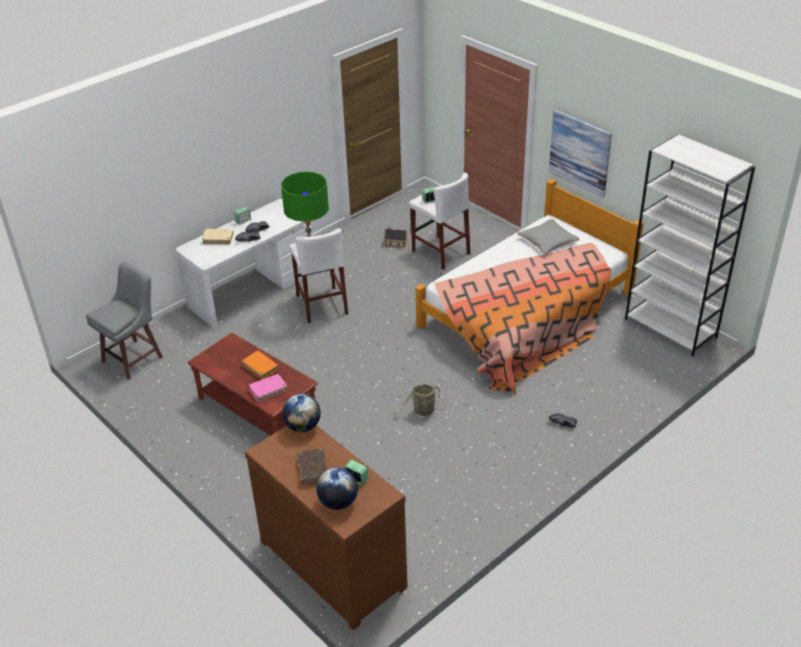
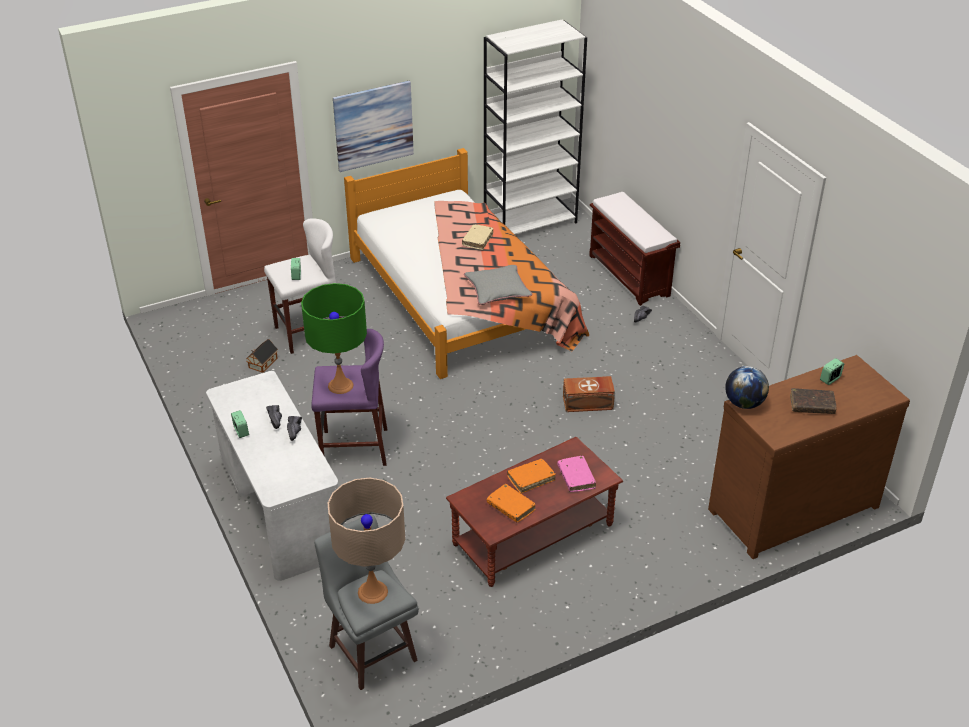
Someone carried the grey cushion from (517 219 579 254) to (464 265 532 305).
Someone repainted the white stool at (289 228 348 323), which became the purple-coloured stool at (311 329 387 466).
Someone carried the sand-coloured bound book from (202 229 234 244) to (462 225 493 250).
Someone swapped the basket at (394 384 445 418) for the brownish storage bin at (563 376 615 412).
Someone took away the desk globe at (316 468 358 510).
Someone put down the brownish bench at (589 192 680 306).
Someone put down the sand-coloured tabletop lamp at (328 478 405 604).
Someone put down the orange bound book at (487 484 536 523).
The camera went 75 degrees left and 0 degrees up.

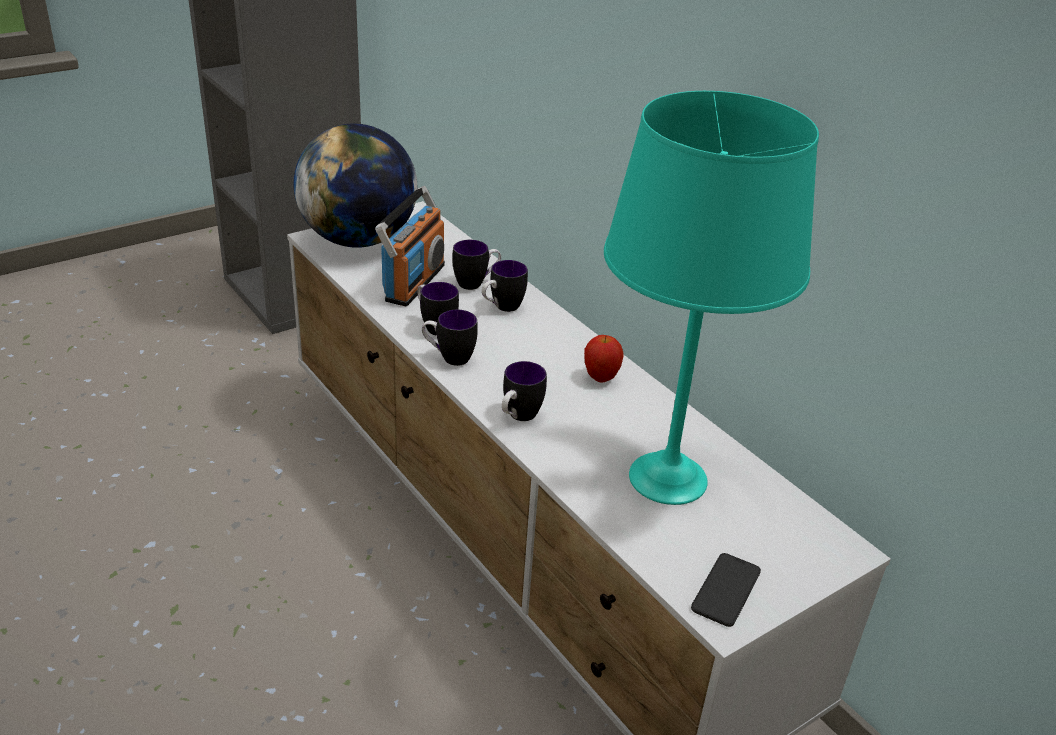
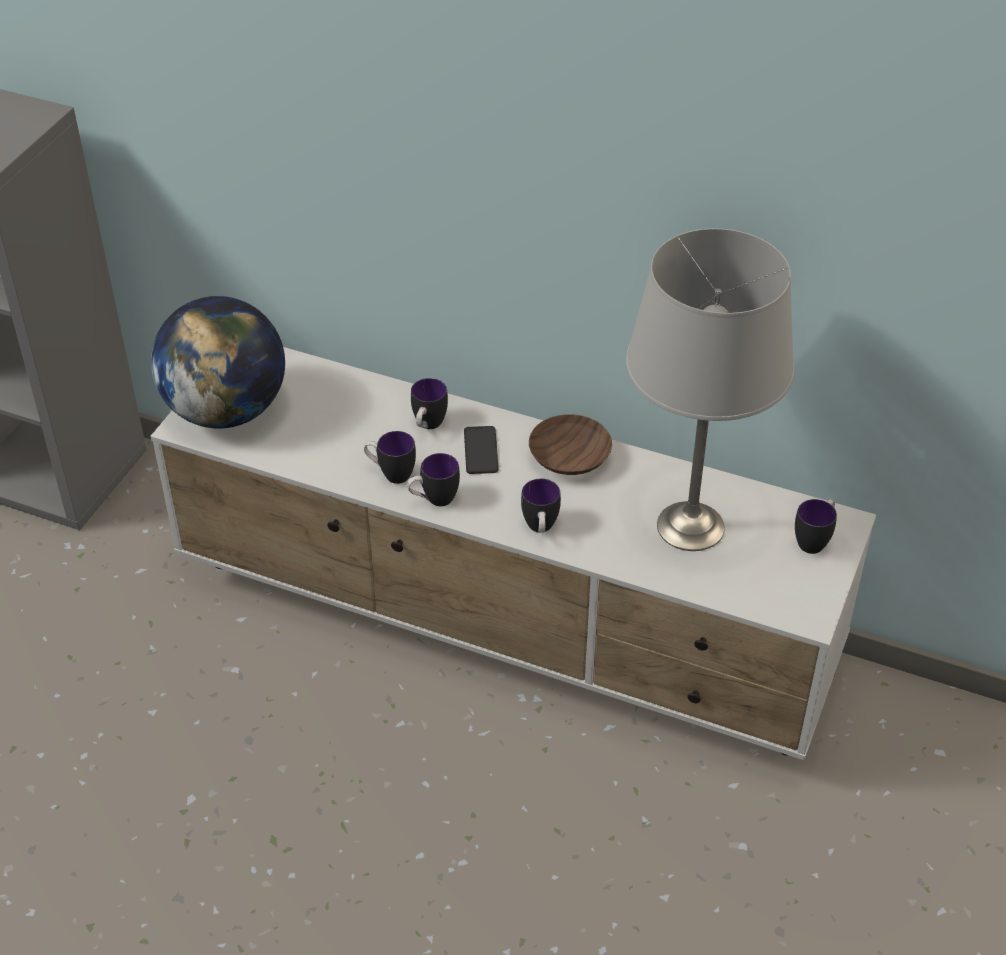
Someone repainted the turquoise tabletop lamp at (604 91 819 505), which became the grey tabletop lamp at (626 228 794 551).
Someone took away the radio set at (375 186 445 306).
Someone carried the mug from (452 240 501 290) to (795 499 837 554).
Someone swapped the apple at (584 335 623 383) for the brownish bowl at (529 414 612 475).
Someone carried the telephone from (691 553 761 627) to (464 426 499 474).
The camera went 30 degrees left and 10 degrees up.

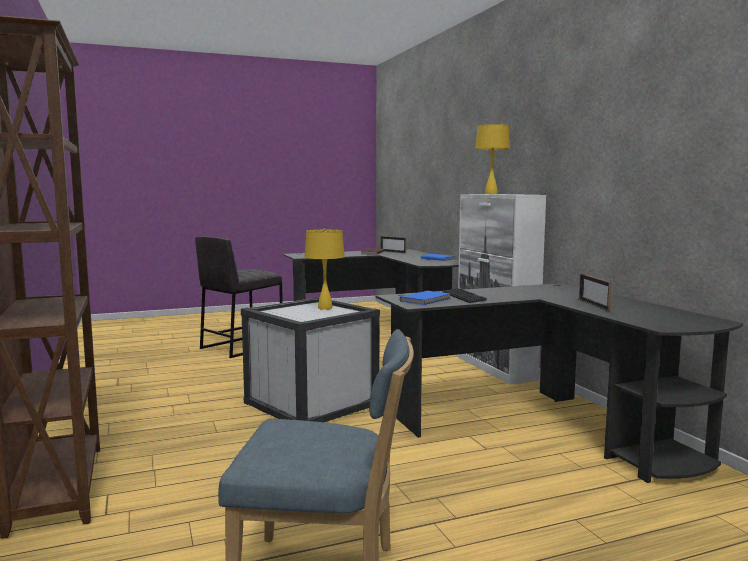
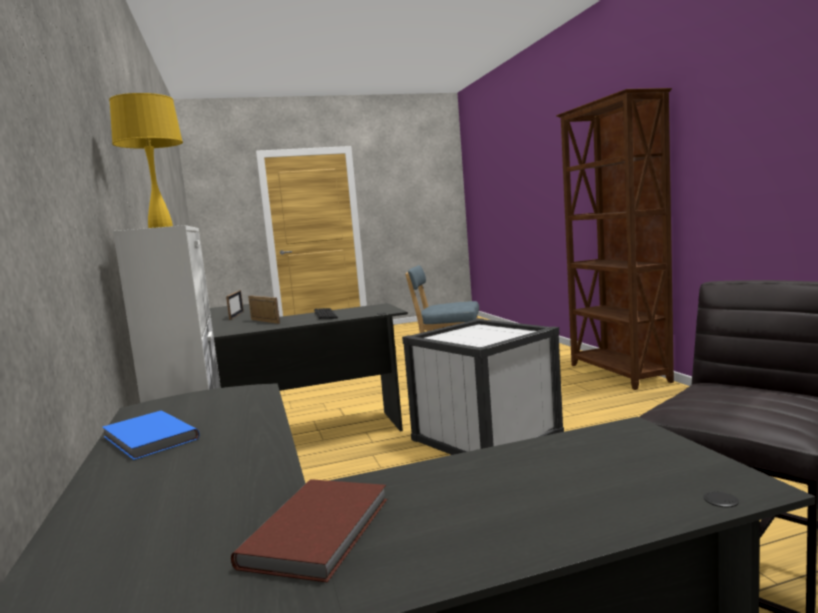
Someone took away the yellow tabletop lamp at (304 229 345 310).
Someone carried the picture frame from (380 236 406 254) to (248 295 280 324).
Someone took away the bluish bound book at (400 291 450 305).
The camera went 175 degrees left and 0 degrees up.

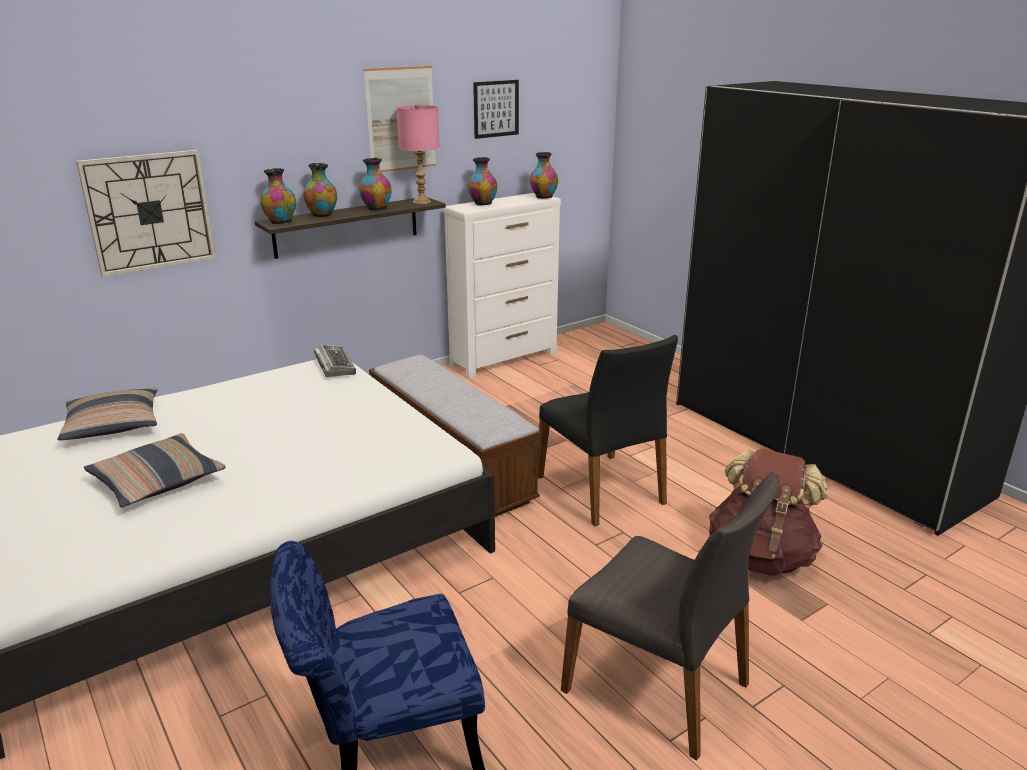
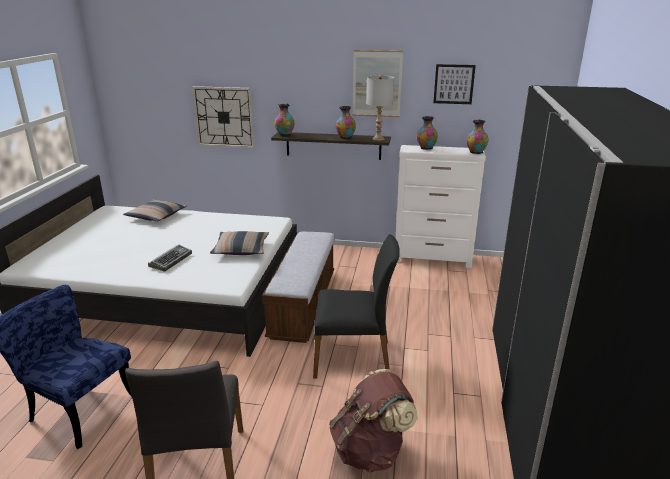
Someone repainted the pink-coloured tabletop lamp at (397 103 440 204), which became the grey tabletop lamp at (366 75 394 141).
Someone took away the decorative vase at (303 163 337 217).
Someone rotated the black upright chair at (538 335 678 527) by 105 degrees counterclockwise.
Someone carried the PC keyboard from (314 345 356 377) to (148 245 192 272).
Someone carried the cushion from (84 433 226 508) to (210 231 269 255).
The camera went 45 degrees right and 0 degrees up.

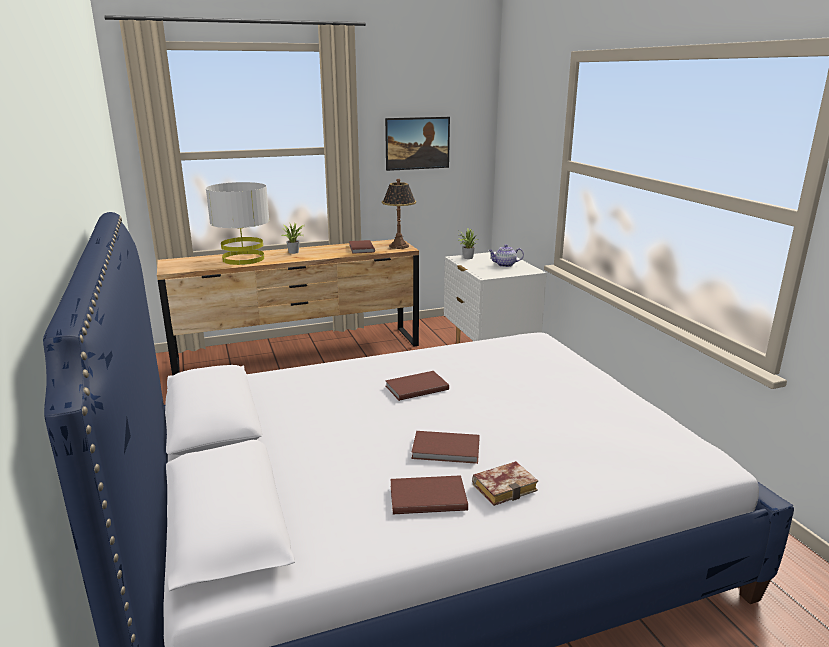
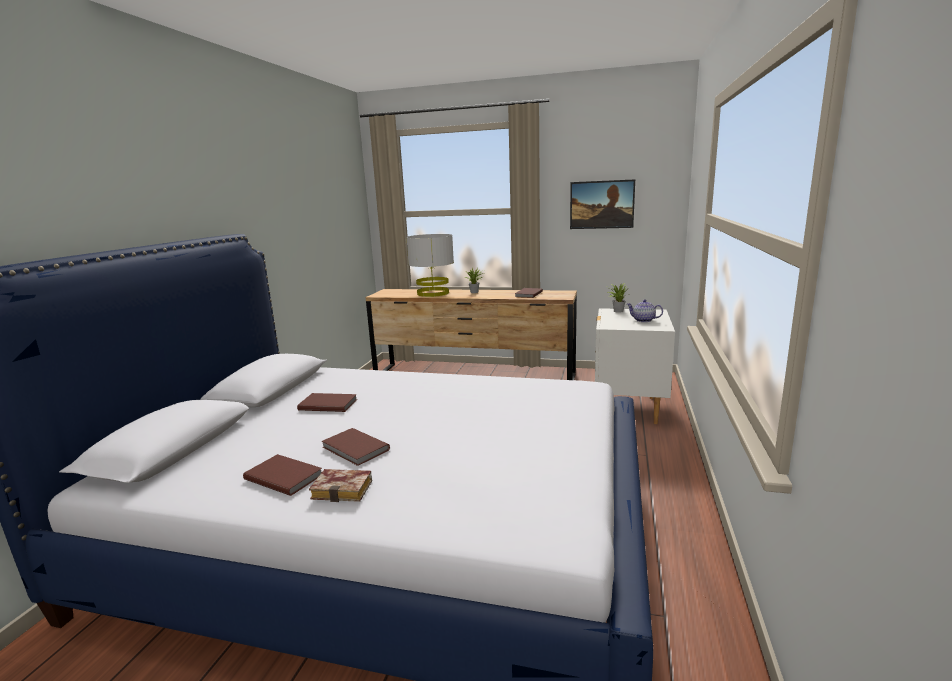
Someone took away the tabletop lamp at (382 179 416 249).
Someone carried the brownish bound book from (385 371 449 401) to (297 393 357 412).
The camera went 35 degrees right and 5 degrees down.

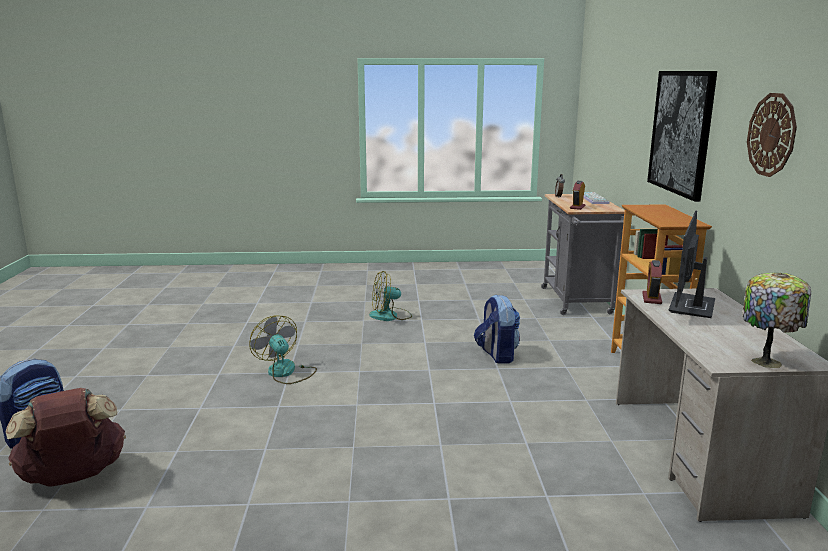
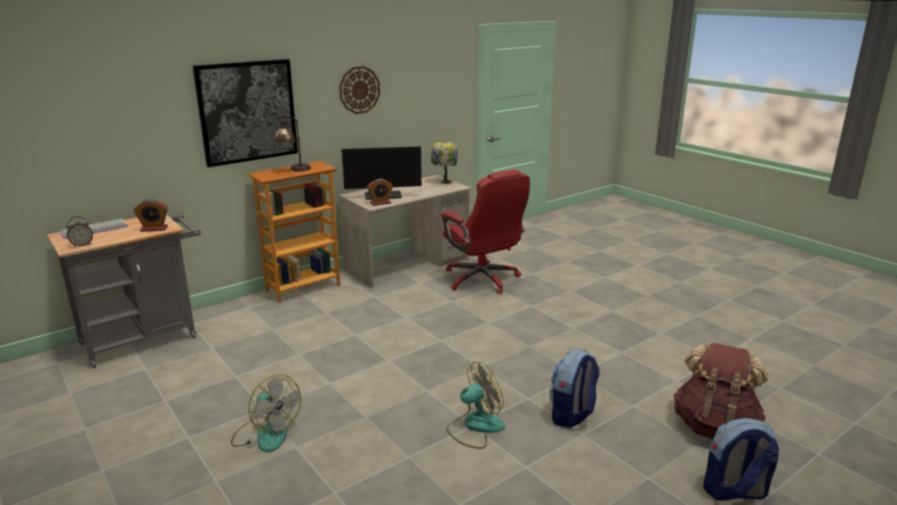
Someone carried the backpack from (474 294 520 364) to (549 349 600 428).
Someone rotated the fan at (249 316 317 384) by 135 degrees counterclockwise.
Someone put down the tabletop lamp at (274 114 311 171).
Someone put down the red-coloured office chair at (441 170 530 294).
The camera went 125 degrees left and 5 degrees up.

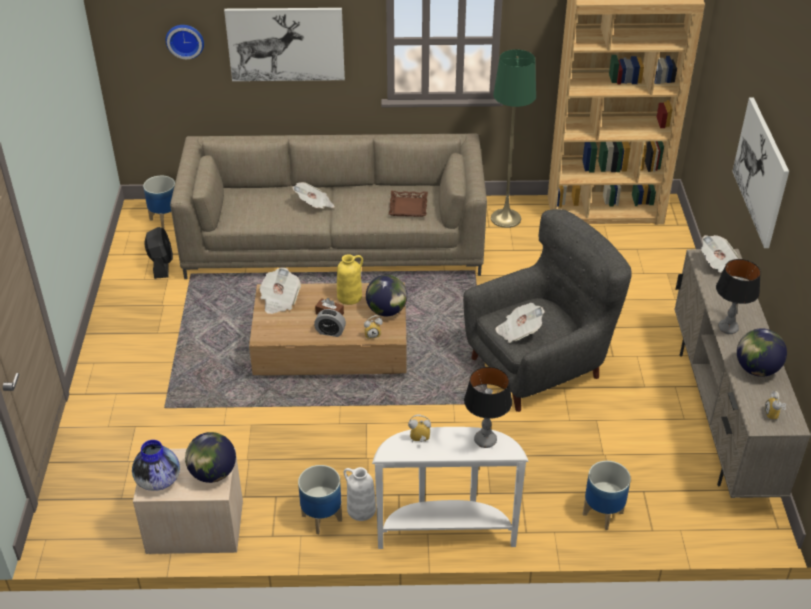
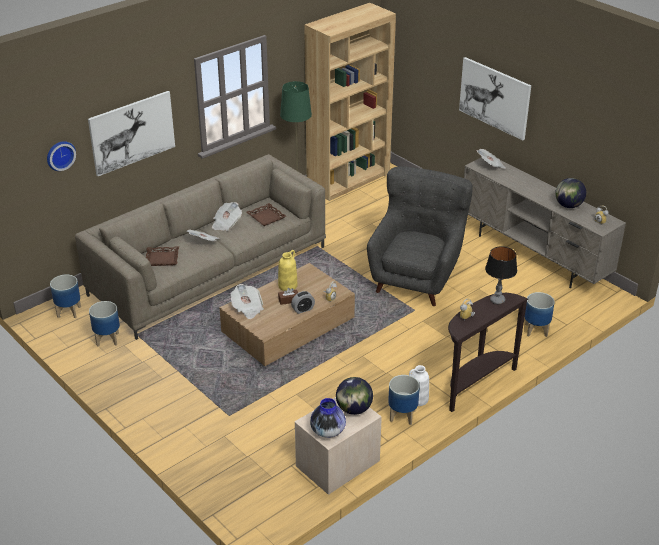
Someone swapped the black fan at (145 227 173 279) for the plant pot at (89 301 120 346).
Someone took away the tabletop lamp at (716 259 761 334).
Someone took away the desk globe at (366 275 407 316).
Someone carried the newspaper from (495 303 545 343) to (212 202 242 231).
Someone repainted the white narrow table at (372 427 529 549), which became the brownish narrow table at (448 293 528 412).
Someone put down the brownish tray at (146 246 179 266).
The camera went 40 degrees left and 5 degrees down.

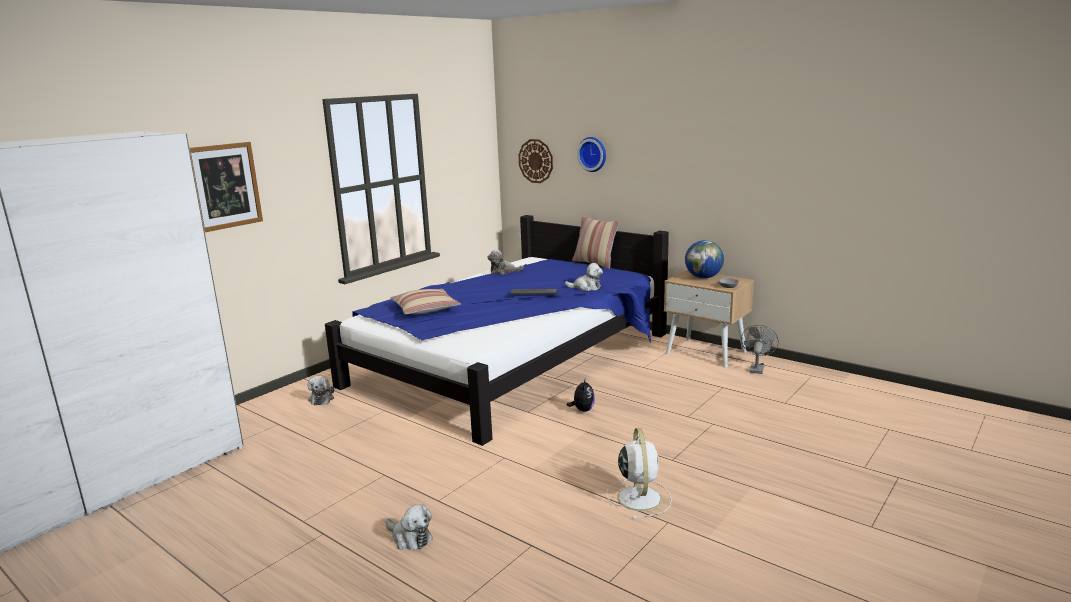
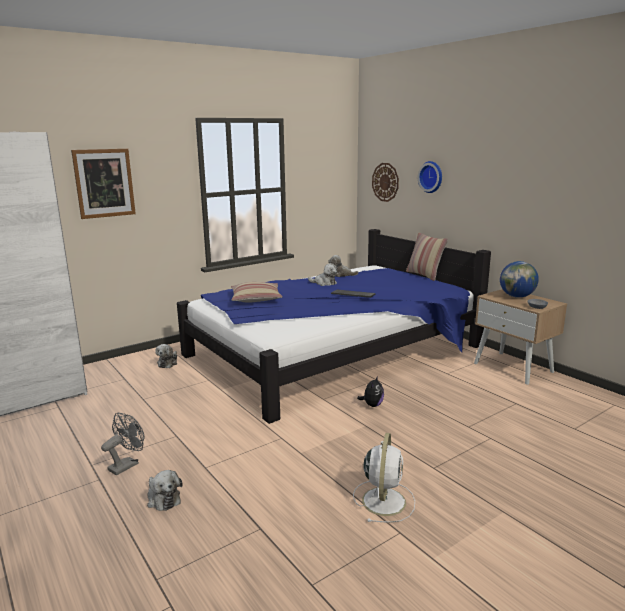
Someone carried the plush toy from (565 263 603 291) to (308 263 337 286).
Someone carried the grey fan from (741 325 779 374) to (101 413 144 475).
The camera went 15 degrees right and 0 degrees up.

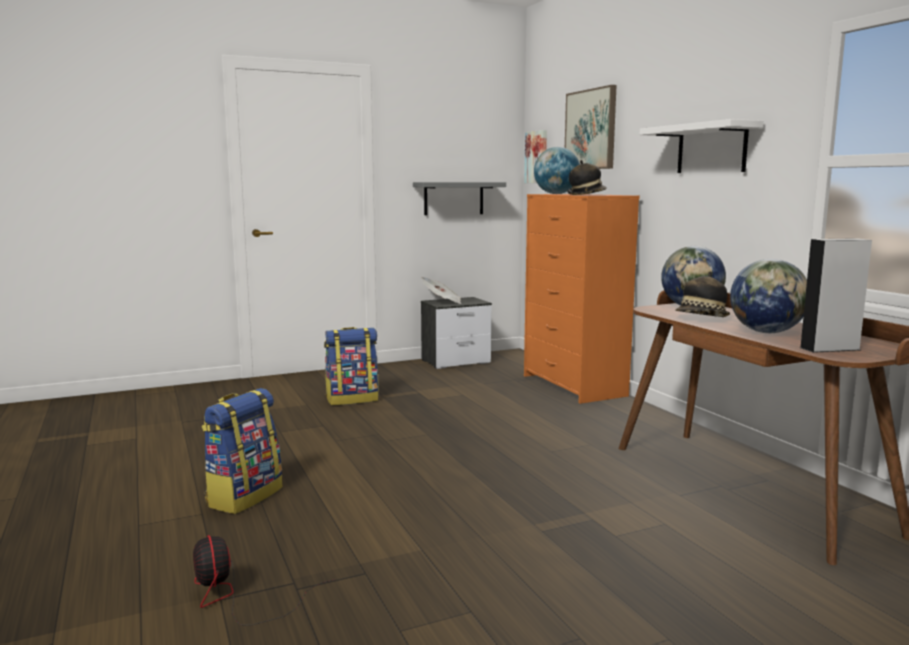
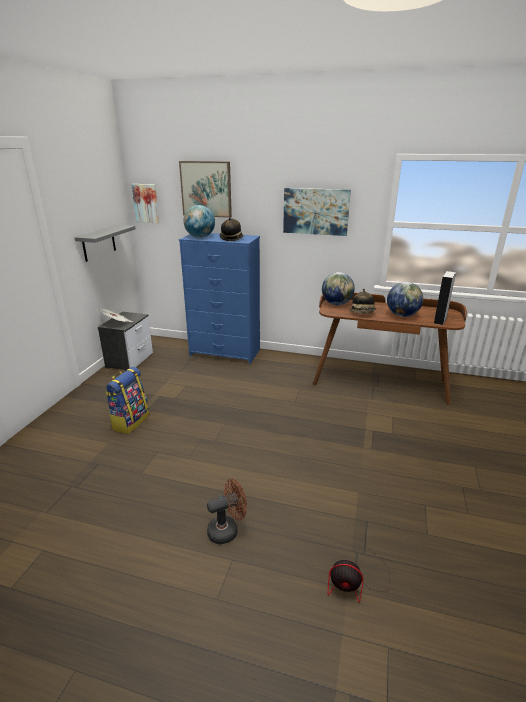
Someone swapped the white shelf at (639 119 764 173) for the wall art at (283 188 351 236).
Someone repainted the orange chest of drawers at (524 194 640 404), which became the bluish chest of drawers at (179 233 260 364).
Someone swapped the backpack at (202 388 283 514) for the brownish fan at (207 479 247 544).
The camera went 50 degrees left and 15 degrees up.

